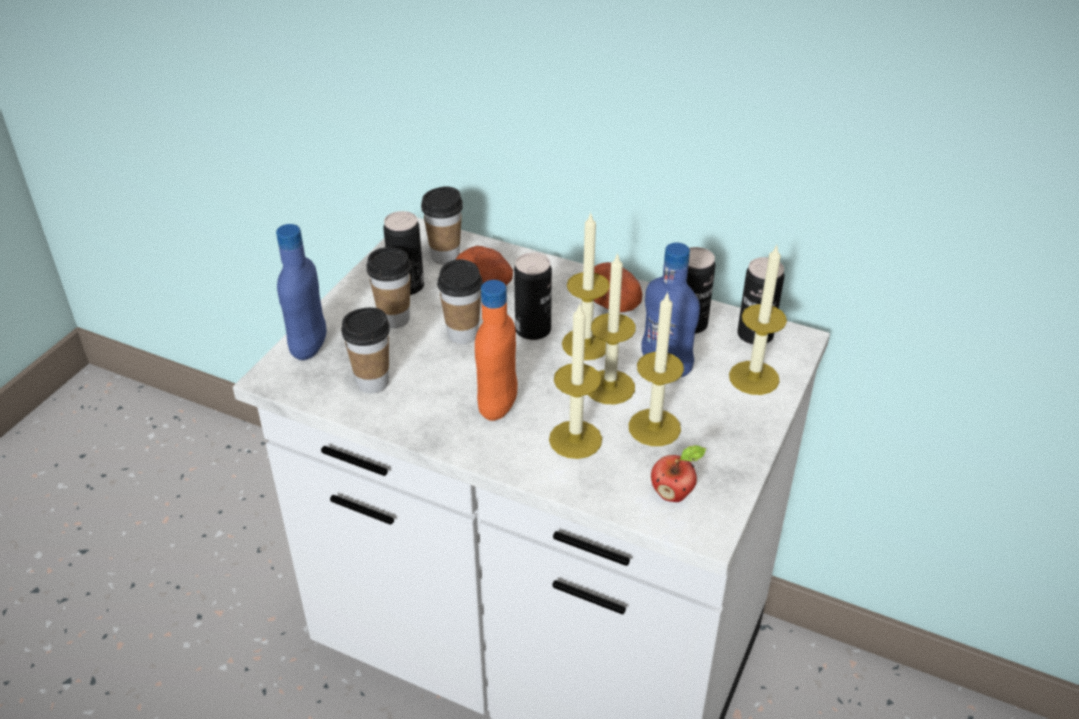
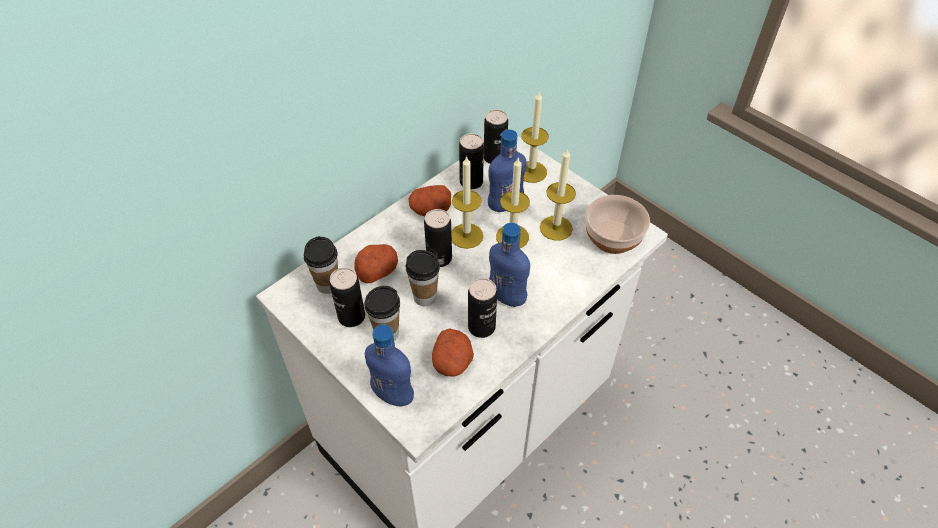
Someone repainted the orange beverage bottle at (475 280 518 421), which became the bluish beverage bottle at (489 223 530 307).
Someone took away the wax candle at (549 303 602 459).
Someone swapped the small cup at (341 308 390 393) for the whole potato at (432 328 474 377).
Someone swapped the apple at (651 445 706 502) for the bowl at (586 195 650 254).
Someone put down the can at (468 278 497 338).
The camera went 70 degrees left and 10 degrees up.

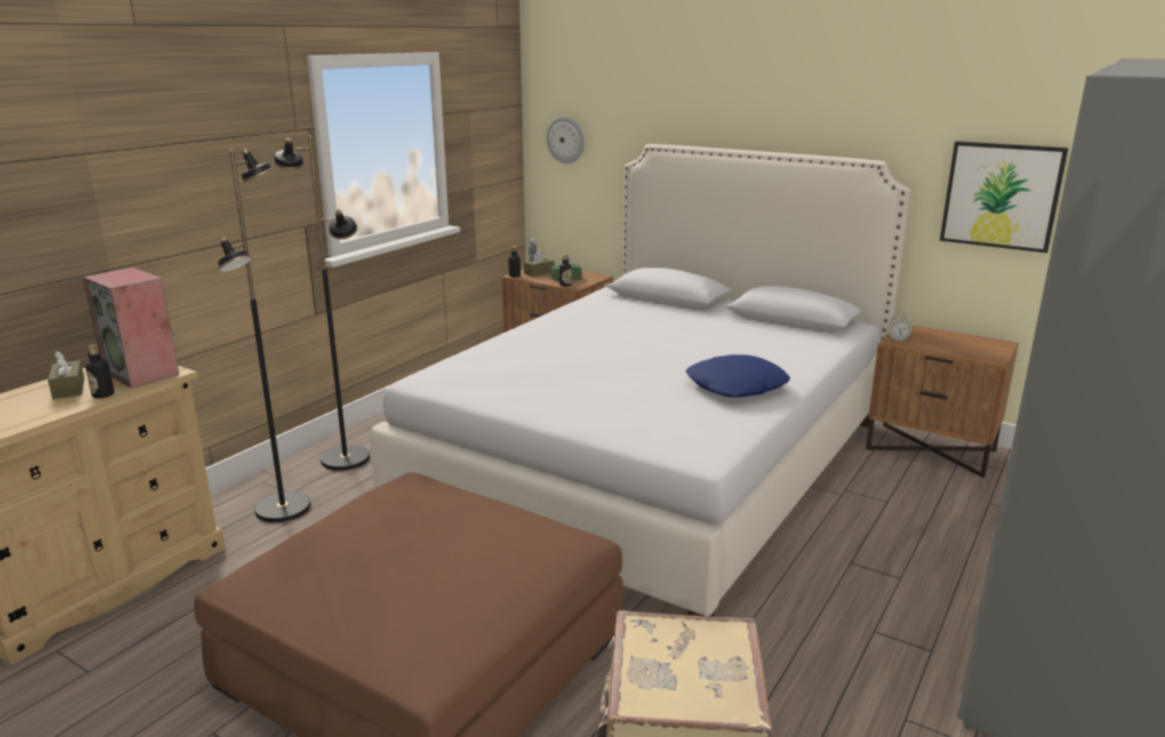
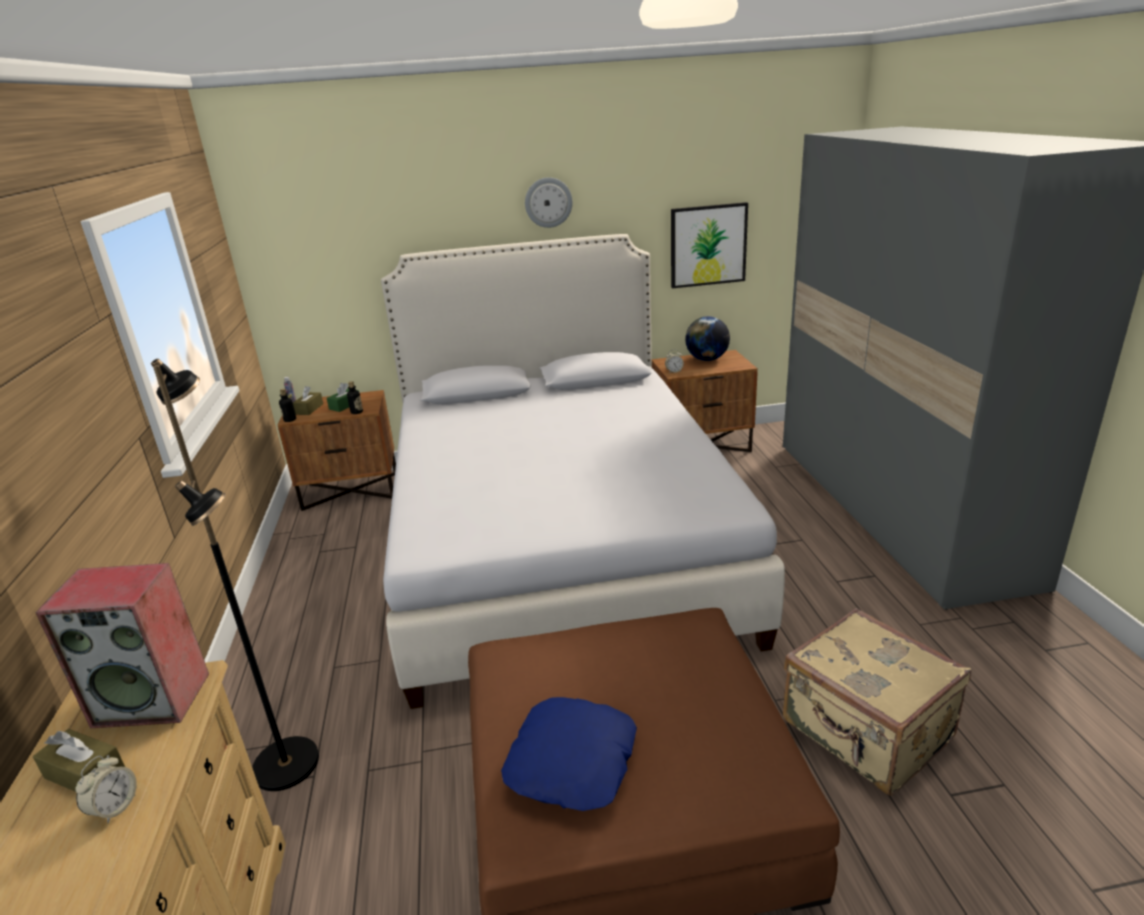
Someone carried the wall clock from (546 116 585 164) to (525 177 573 228).
Someone took away the black standard lamp at (273 136 370 470).
Someone took away the beverage bottle at (85 344 114 398).
Someone carried the bluish cushion from (686 355 790 397) to (501 697 637 811).
Someone put down the desk globe at (685 316 730 361).
Someone put down the table clock at (76 755 137 823).
The camera went 40 degrees left and 5 degrees up.

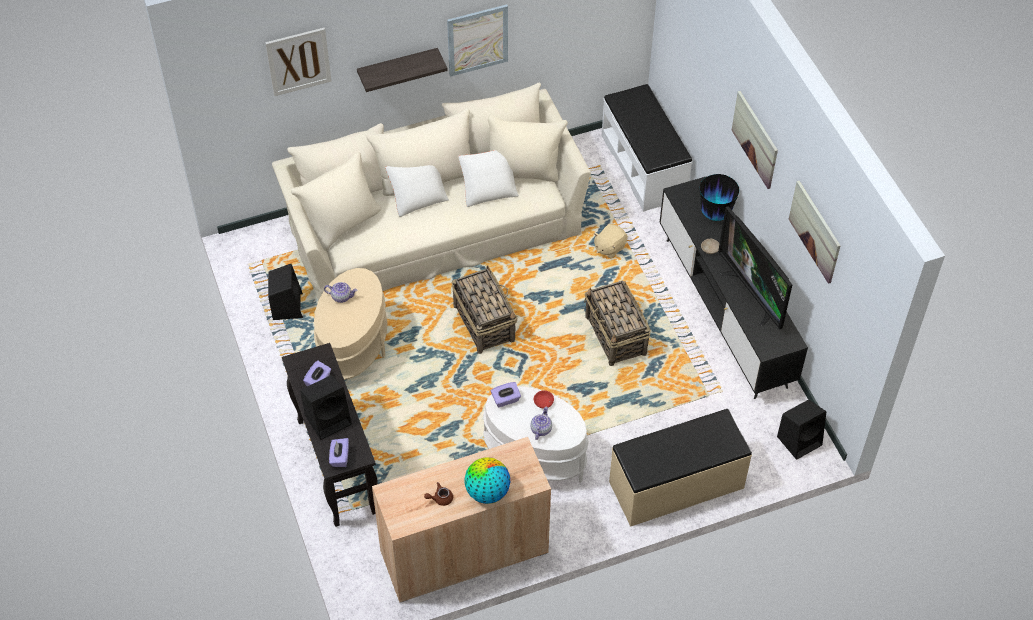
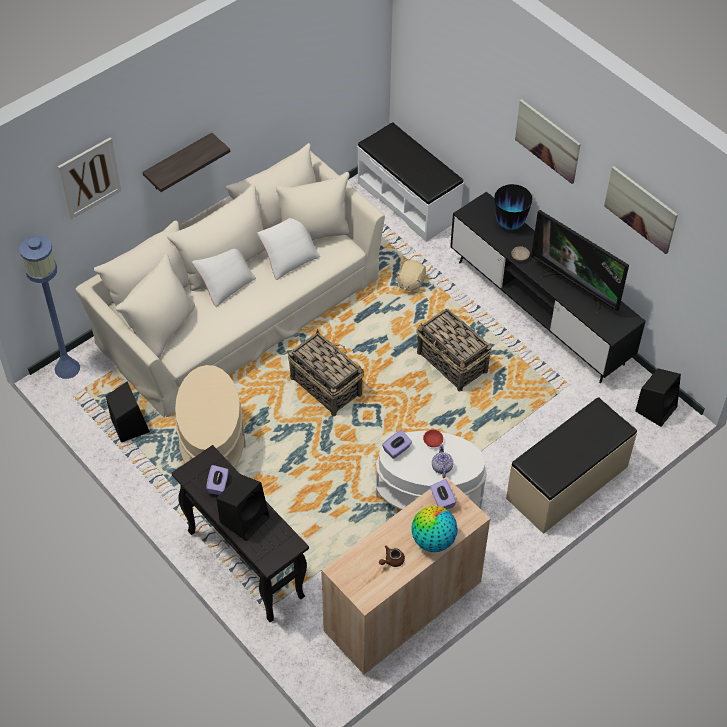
Someone took away the wall art at (447 4 508 77).
Someone took away the teapot at (324 282 357 303).
Someone carried the purple-coloured tissue holder from (329 438 349 467) to (430 479 456 509).
Someone put down the bluish standard lamp at (19 235 80 379).
The camera went 20 degrees left and 0 degrees up.

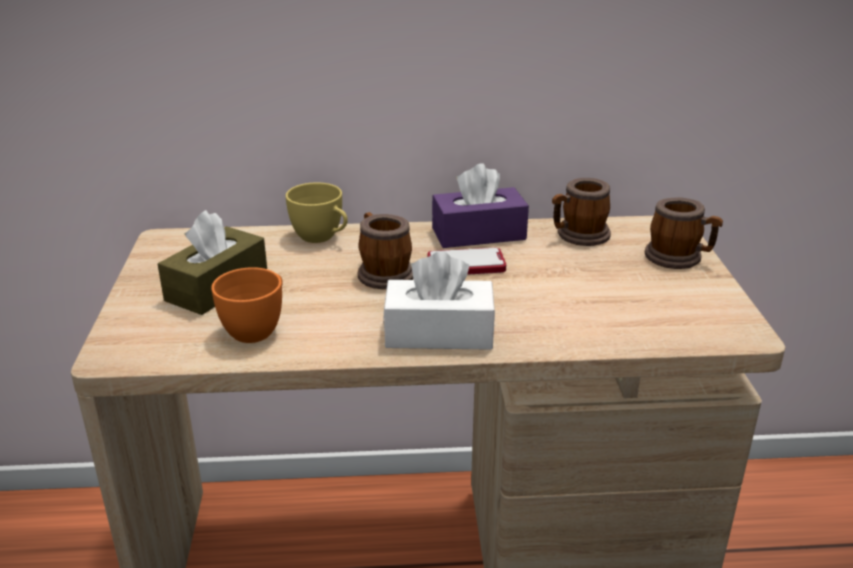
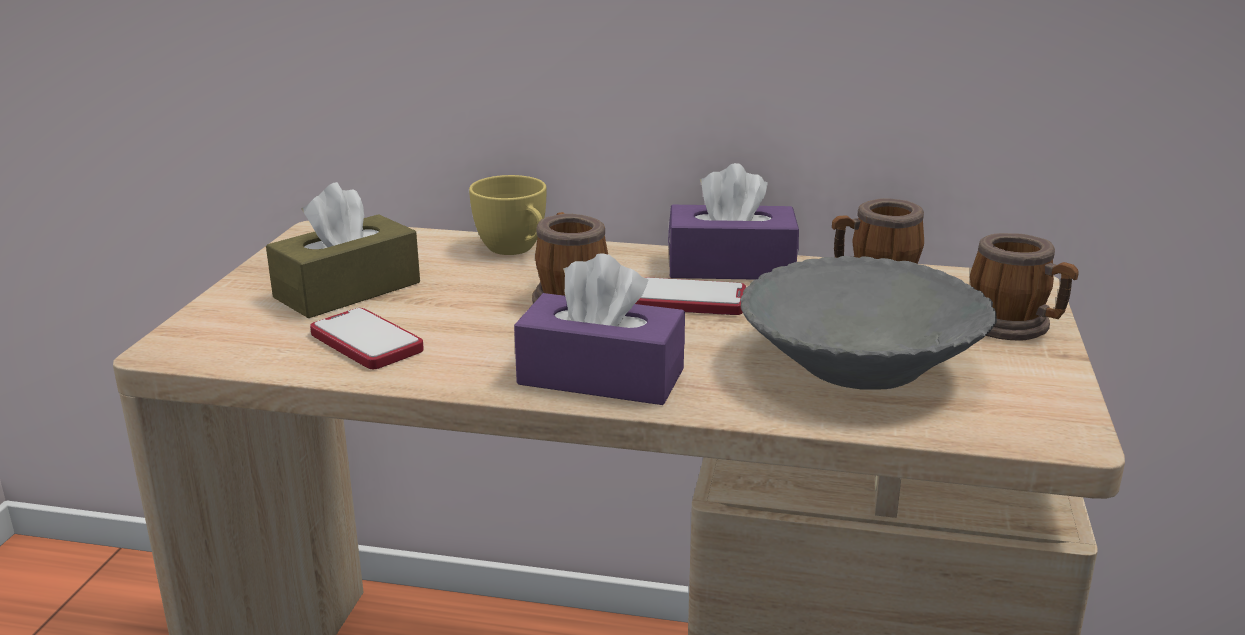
Someone repainted the white tissue holder at (383 251 495 350), which became the purple-coloured tissue holder at (514 253 685 405).
Someone swapped the orange small cup at (211 267 283 343) for the telephone at (310 308 424 369).
Someone put down the grey bowl at (740 256 997 390).
The camera went 15 degrees right and 5 degrees down.

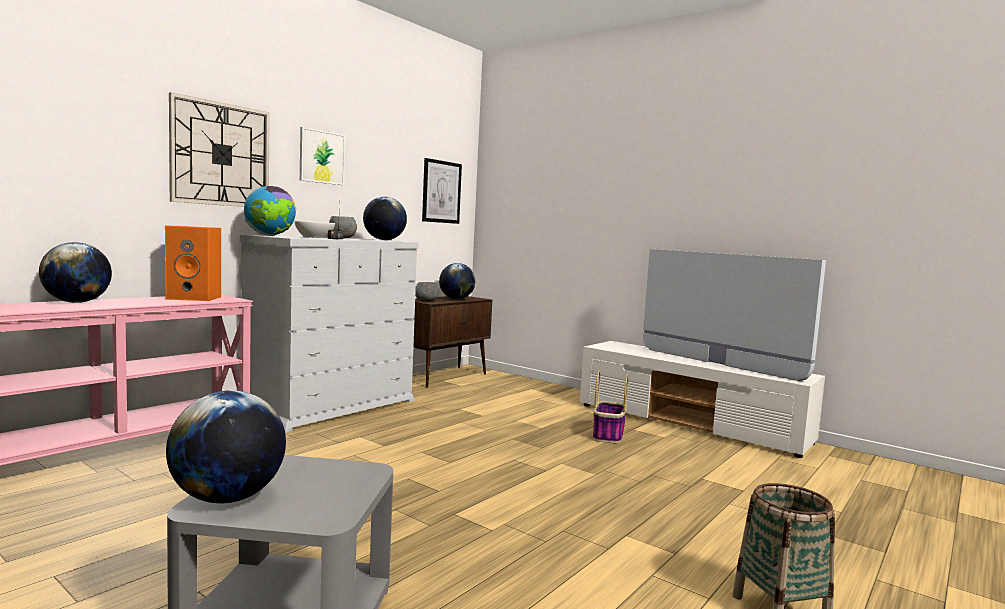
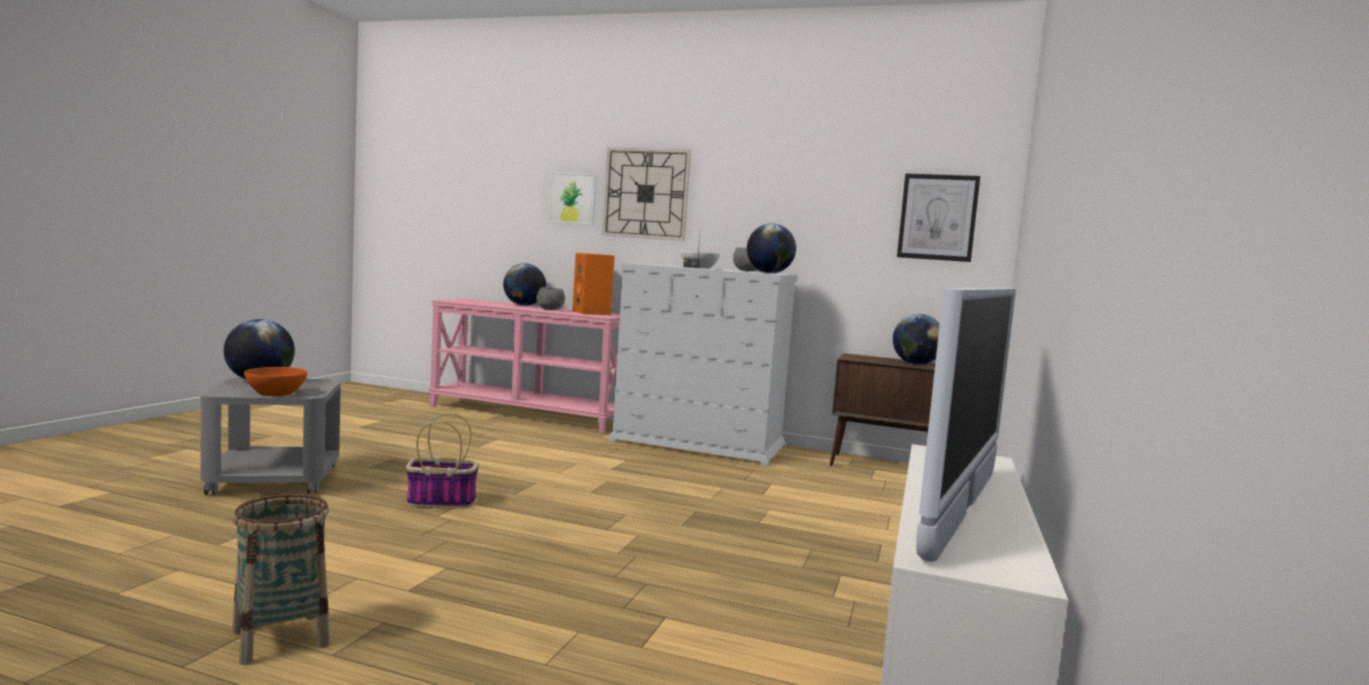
Someone carried the wall art from (300 127 345 185) to (548 172 597 225).
Someone took away the desk globe at (244 186 296 236).
Someone carried the grey bowl from (415 282 439 302) to (537 287 565 310).
Someone carried the basket from (593 371 628 443) to (406 413 479 509).
Someone put down the orange bowl at (244 367 308 396).
The camera went 70 degrees right and 0 degrees up.

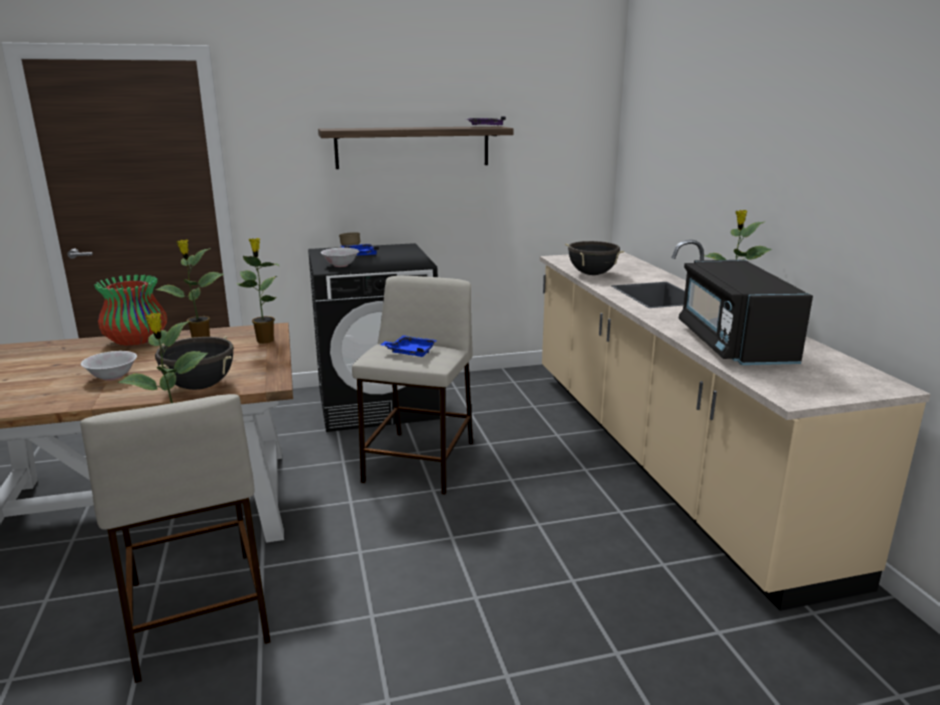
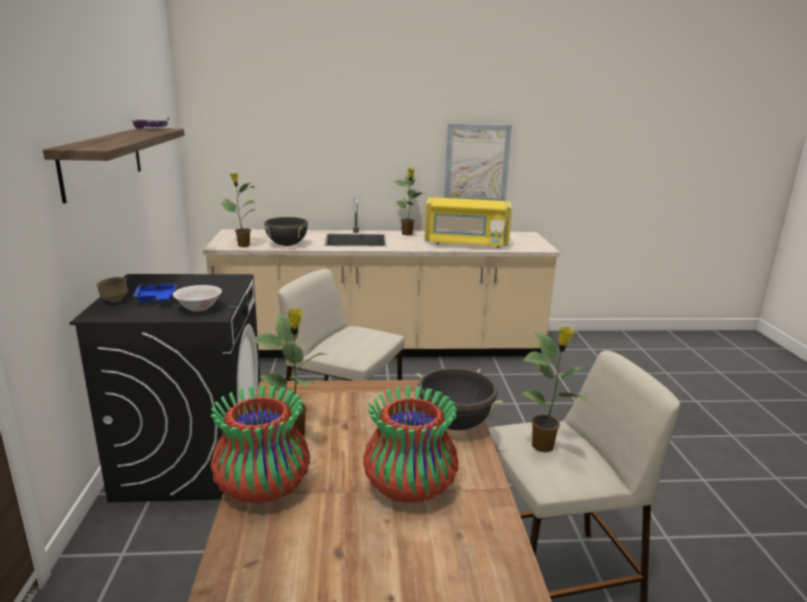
Someone carried the potted plant from (237 238 279 343) to (221 173 256 247).
Someone repainted the black kitchen microwave at (679 260 813 365), which became the yellow kitchen microwave at (424 197 512 248).
Someone took away the bluish tray at (381 335 437 357).
Someone swapped the white bowl at (81 351 137 381) for the decorative vase at (363 386 458 503).
Someone put up the wall art at (444 124 512 201).
The camera went 80 degrees left and 0 degrees up.

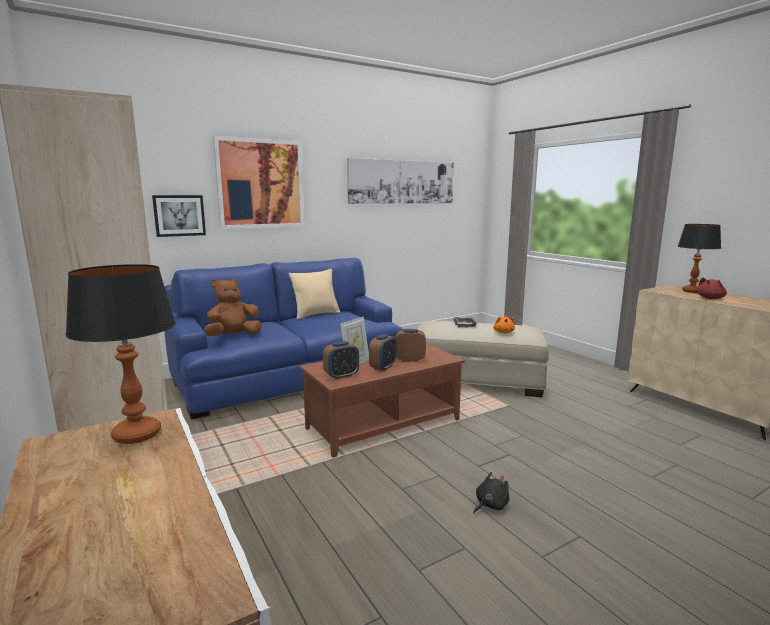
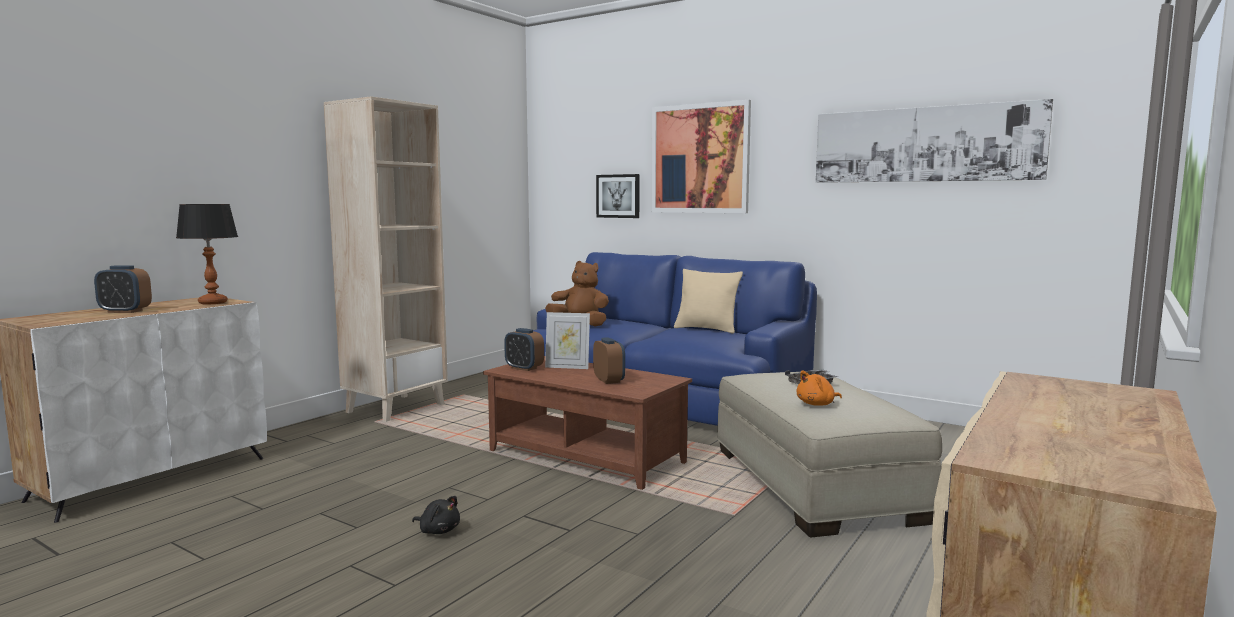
Someone took away the tabletop lamp at (678 224 721 293).
Someone took away the red-coloured plush toy at (697 277 727 299).
Someone carried the table clock from (369 334 397 371) to (94 265 152 313).
The camera went 65 degrees right and 5 degrees down.

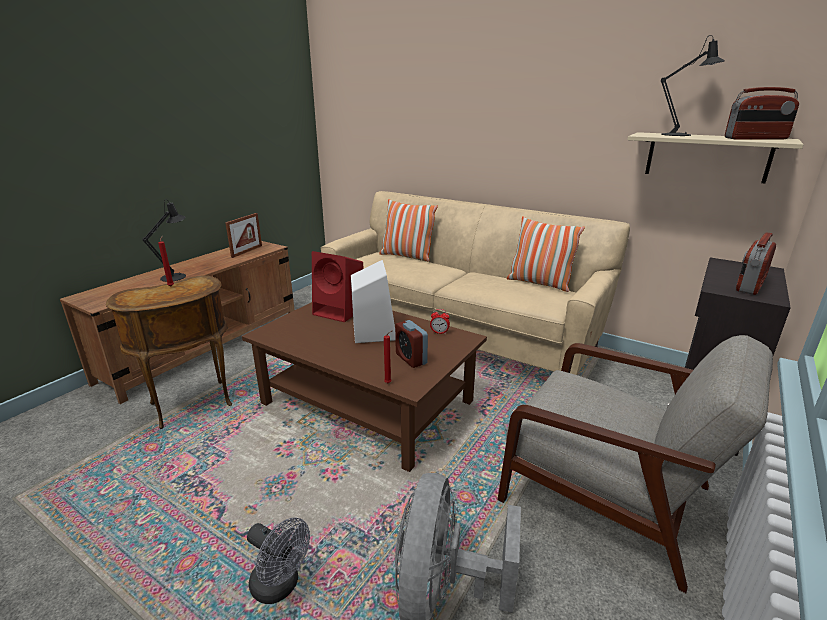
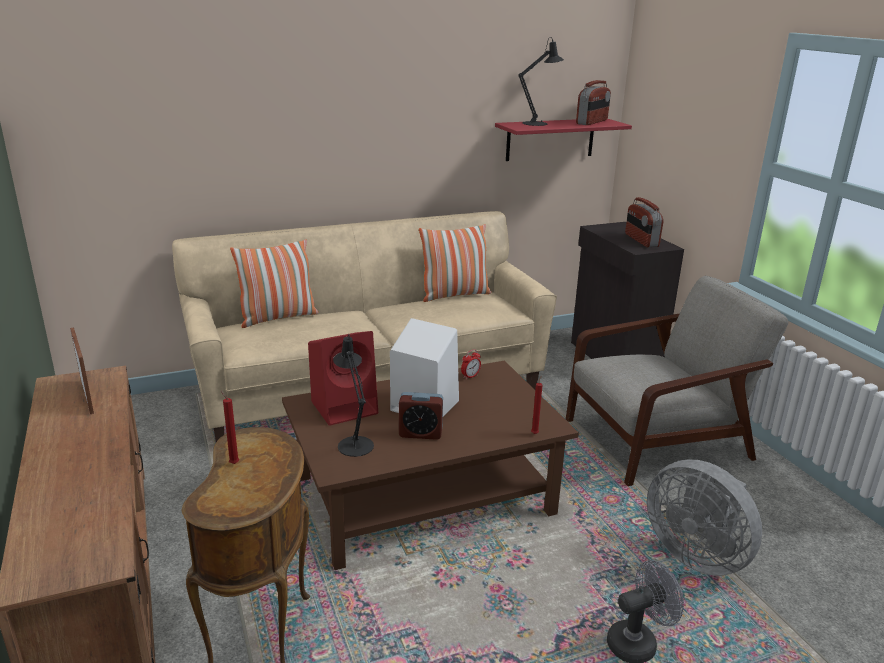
Someone repainted the sand-coloured shelf at (627 132 804 183), which became the red-coloured shelf at (495 119 632 161).
Someone carried the black tabletop lamp from (143 199 186 282) to (333 334 374 457).
Someone carried the table clock from (395 320 428 368) to (399 392 443 440).
The camera went 55 degrees left and 0 degrees up.

